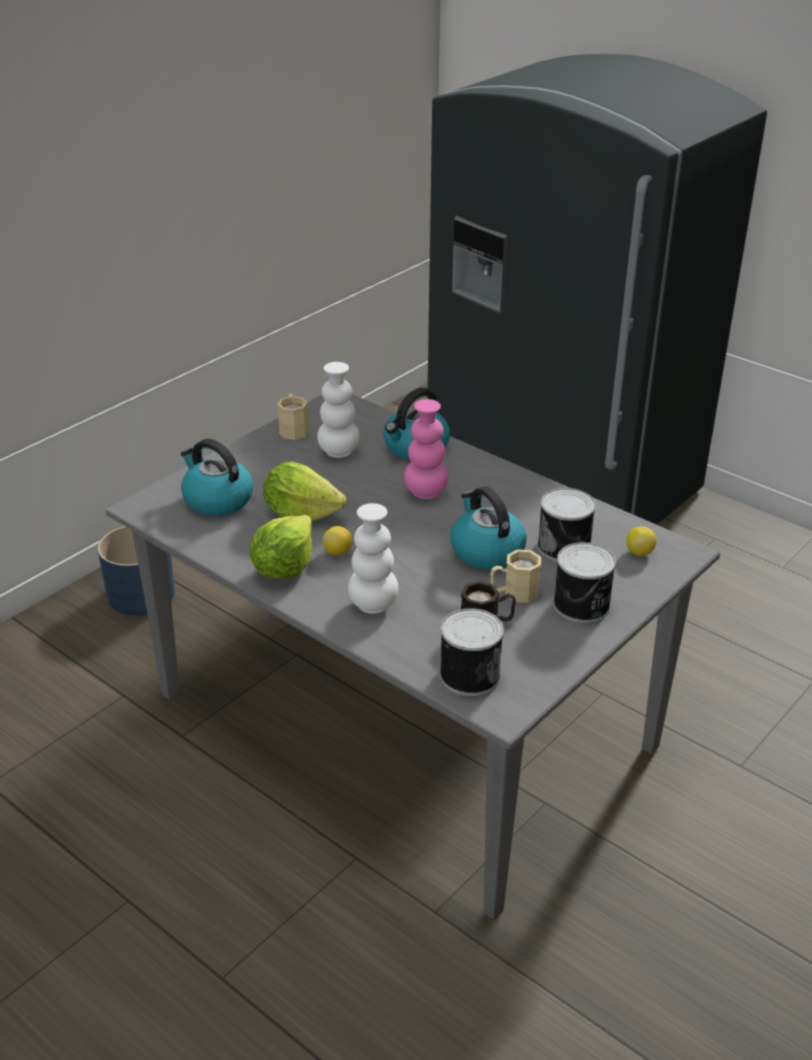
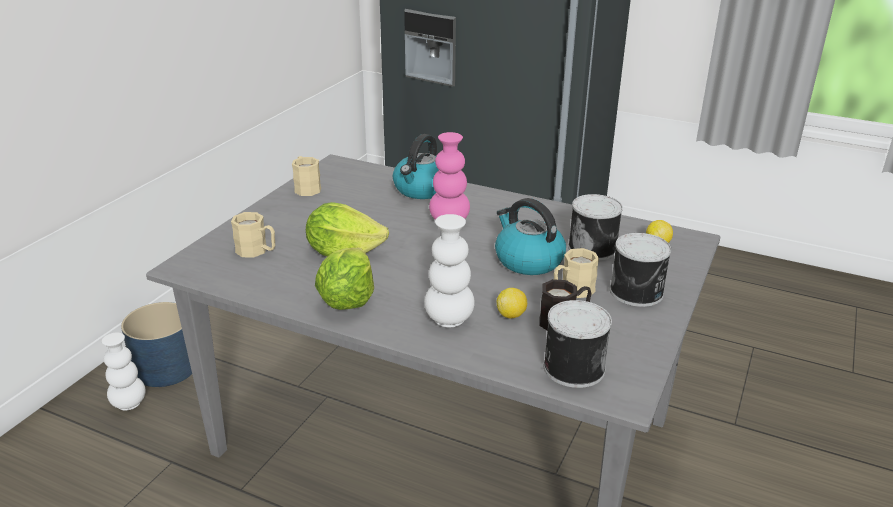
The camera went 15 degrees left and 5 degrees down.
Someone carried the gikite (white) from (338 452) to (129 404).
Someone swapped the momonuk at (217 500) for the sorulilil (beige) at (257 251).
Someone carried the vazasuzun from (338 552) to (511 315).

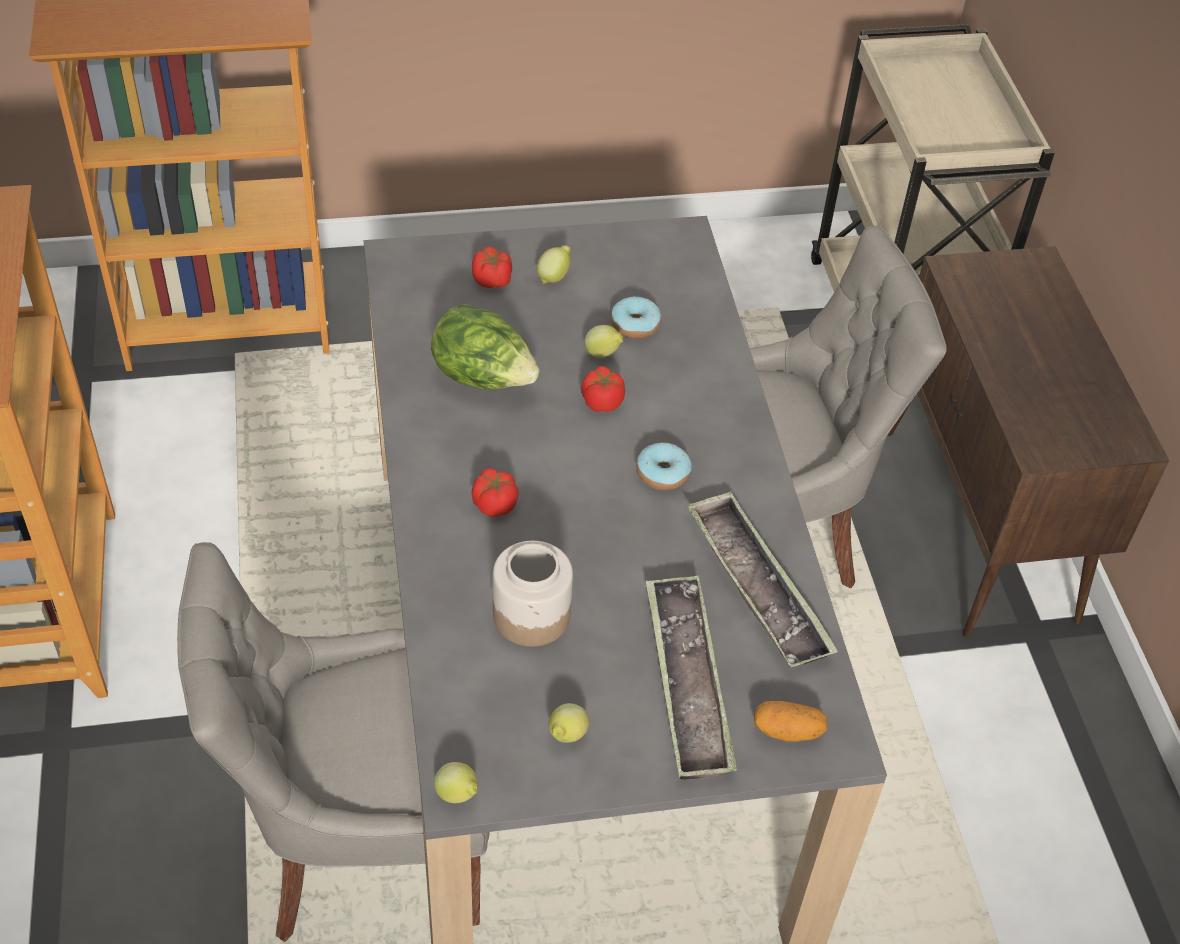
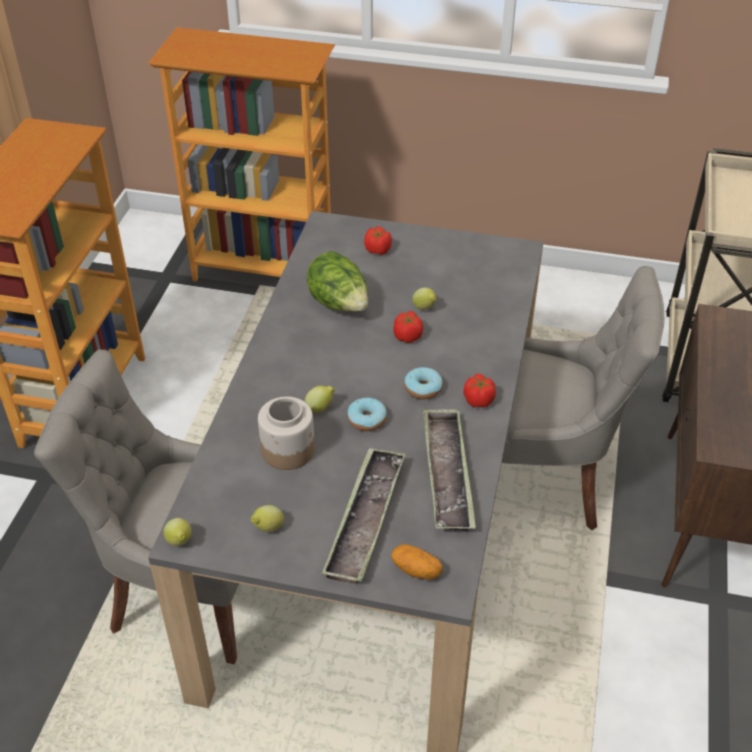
The camera went 25 degrees right and 5 degrees down.
Someone carried the vazasuzun from (554 277) to (320 408).
Someone carried the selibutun from (635 325) to (367 420).
Someone carried the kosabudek from (494 504) to (478 400).

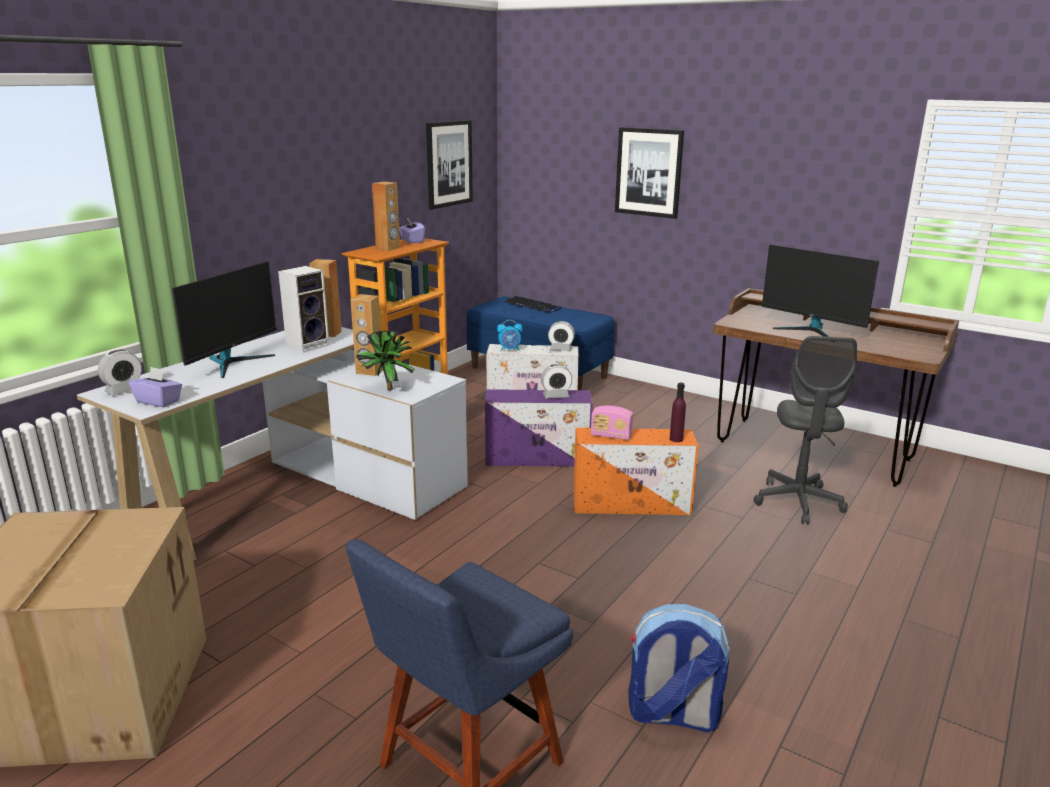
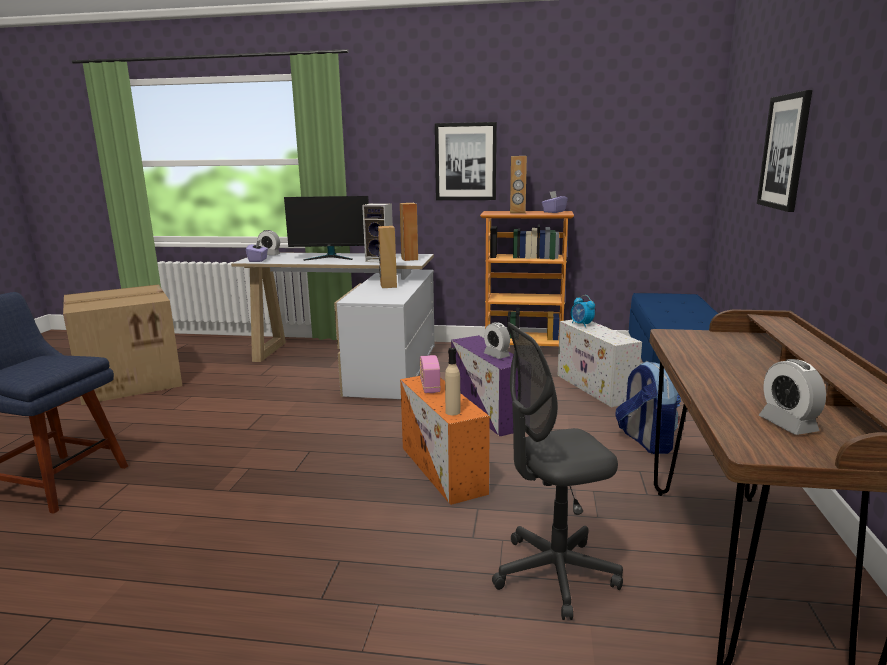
The camera went 65 degrees right and 5 degrees down.
Someone carried the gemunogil from (449 164) to (465 161).
Someone repainted the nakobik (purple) at (676 439), which became the nakobik (beige) at (452 412).
Someone carried the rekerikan from (672 715) to (645 441).
Someone carried the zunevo from (561 349) to (787 424).
Someone took away the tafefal at (385 389).
Someone took away the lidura at (532 305).
Someone took away the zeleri at (811 331).

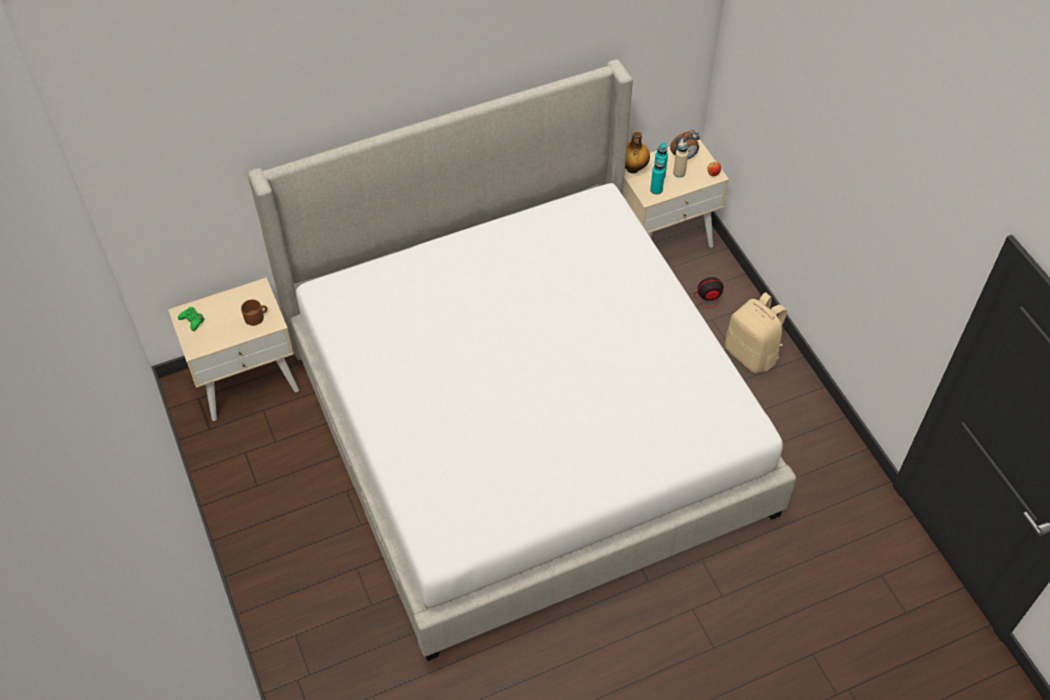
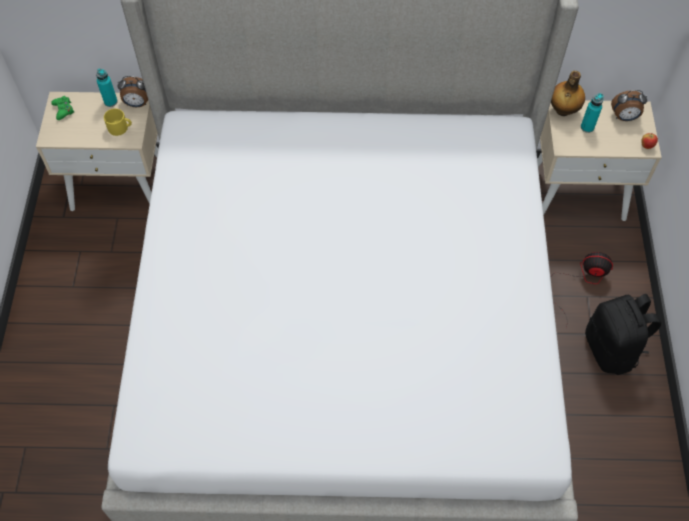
The camera went 25 degrees right and 5 degrees up.
Someone carried the nakobik (turquoise) from (656 190) to (110 101).
Someone repainted the sorulilil (brown) at (256 317), which became the sorulilil (yellow) at (120 128).
Someone put down the zunevo at (137 104).
Someone repainted the rekerikan (beige) at (752 354), which became the rekerikan (black) at (611 349).
Someone took away the nakobik (beige) at (679 173).

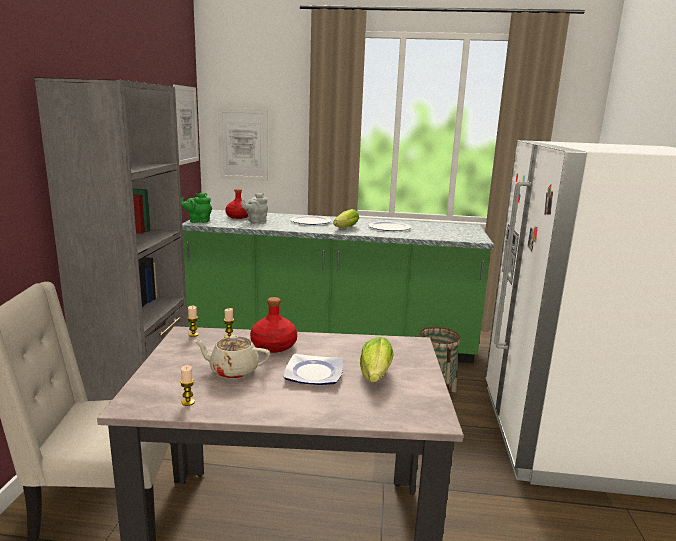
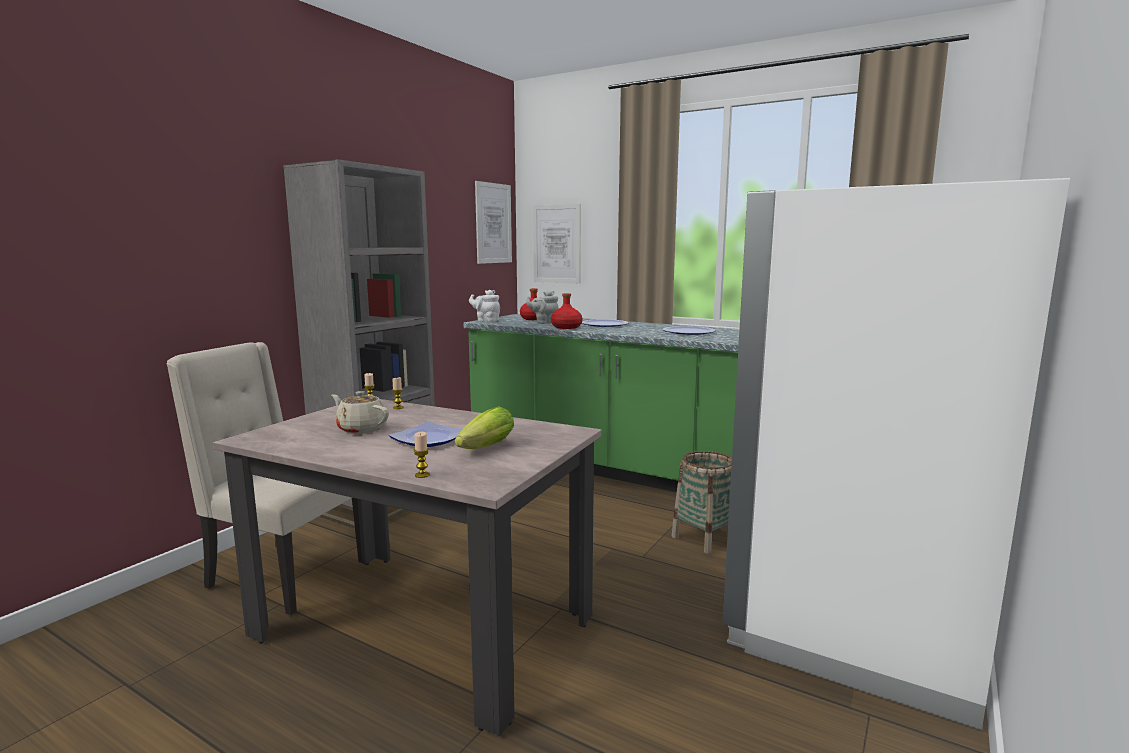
The camera went 25 degrees right and 5 degrees down.
Someone carried the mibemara from (188 402) to (422 475).
Someone repainted the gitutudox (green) at (198 221), which became the gitutudox (white) at (486 320).
Someone carried the nakobik (red) from (274 345) to (566 327).
Someone took away the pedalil at (344 228).

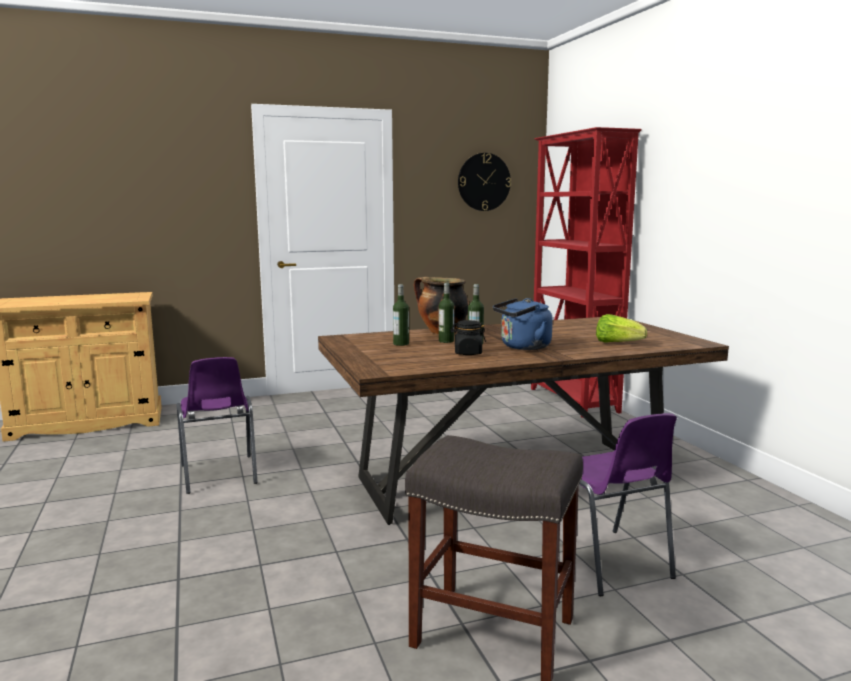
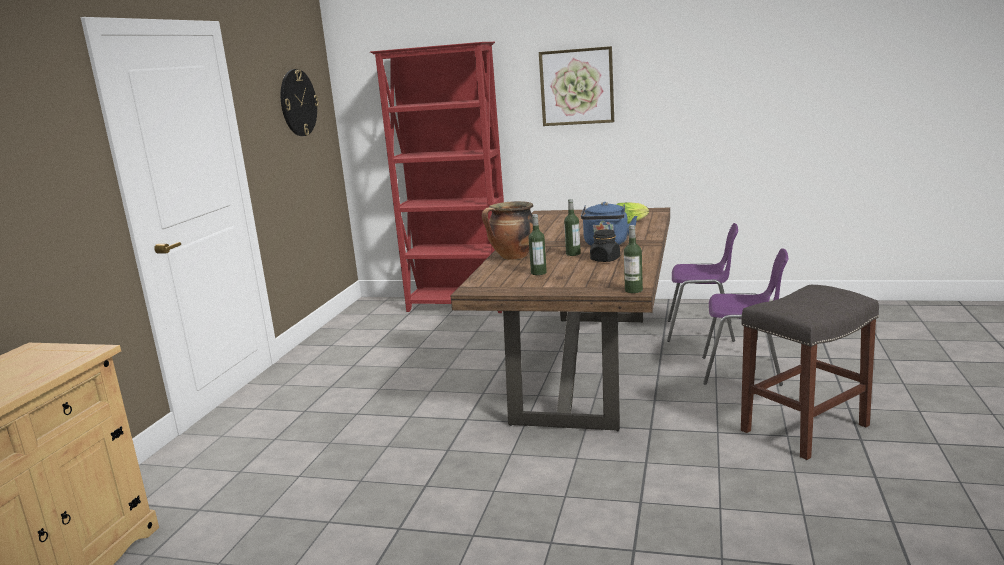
The camera went 55 degrees left and 5 degrees up.
Someone put up the gemunogil at (577 87).
Someone carried the nakobik from (446 341) to (633 290).
Someone carried the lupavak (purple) from (219 475) to (702 331).

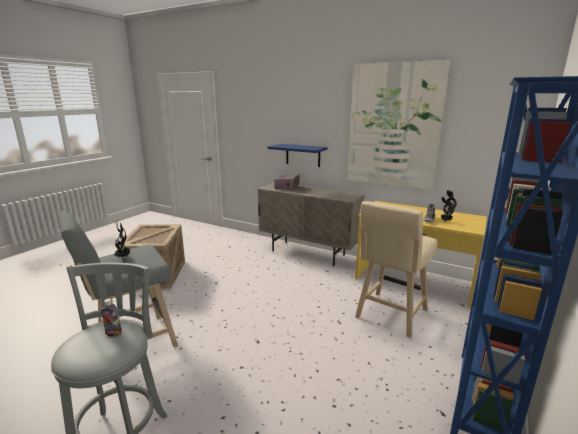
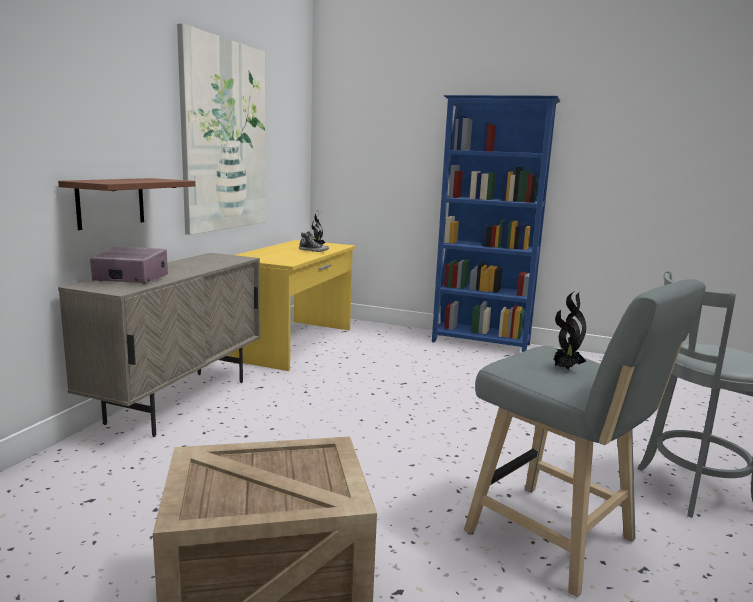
The camera went 100 degrees left and 5 degrees down.
Someone repainted the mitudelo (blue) at (303 155), which became the mitudelo (brown) at (111 202).
Someone took away the nakobik at (113 333).
Someone took away the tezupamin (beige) at (390 316).

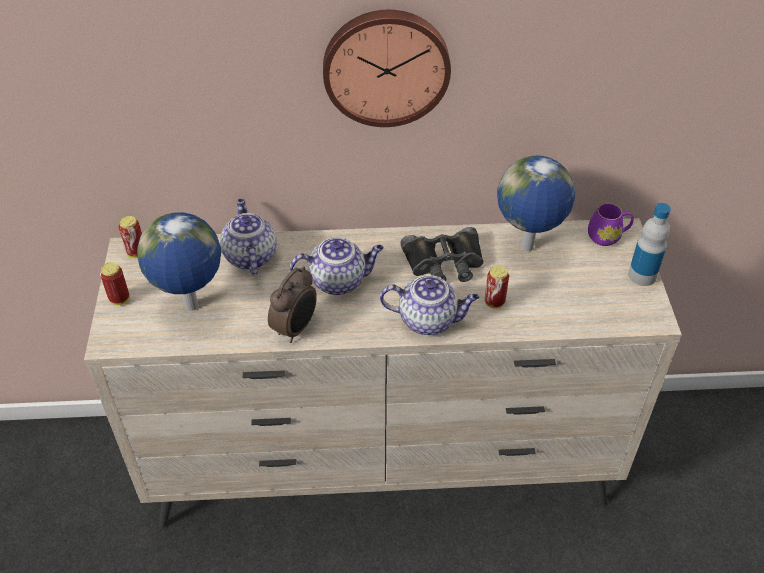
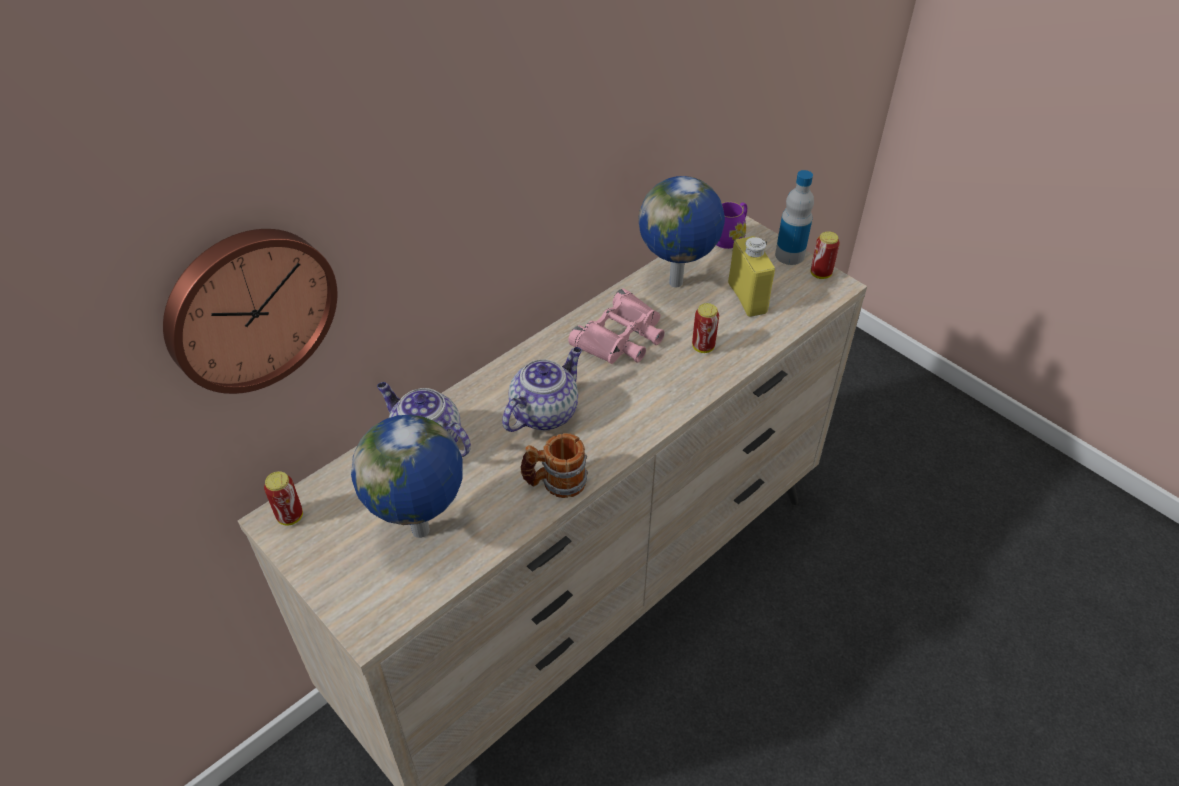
The camera went 40 degrees left and 0 degrees up.
Someone carried the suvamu from (386 66) to (248 307).
Someone swapped the zunevo at (296 328) for the sorulilil at (555 482).
Someone repainted the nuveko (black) at (444 262), which became the nuveko (pink) at (622 337).
Someone put down the nakobik (yellow) at (747 298).
Someone carried the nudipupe from (119 299) to (820 274).
Someone took away the gitutudox at (429 320).

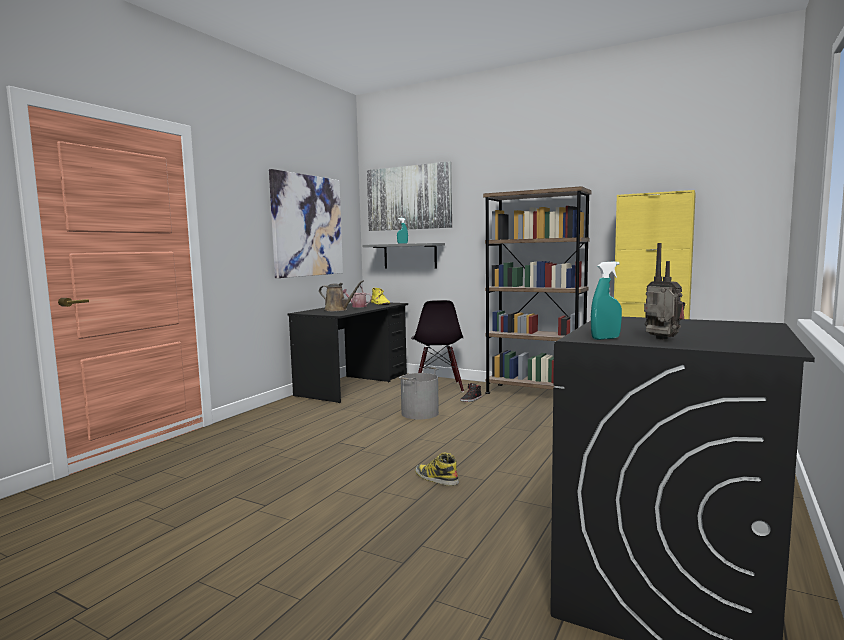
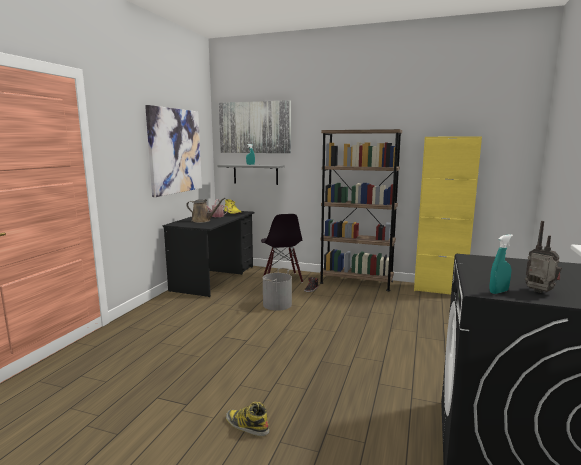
The camera went 10 degrees left and 5 degrees up.
Someone carried the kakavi from (436 478) to (246 425).

